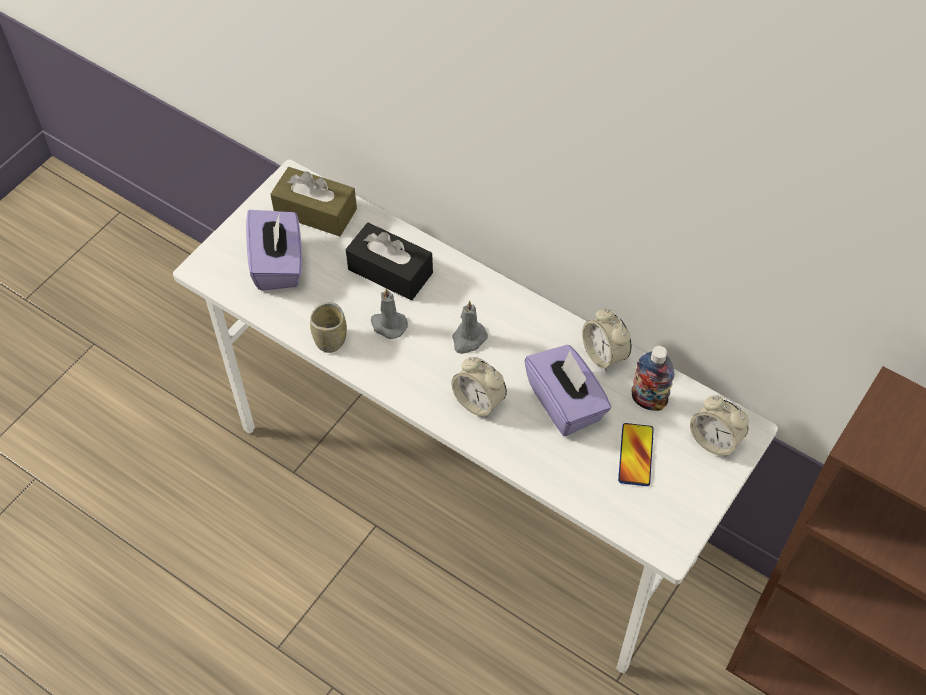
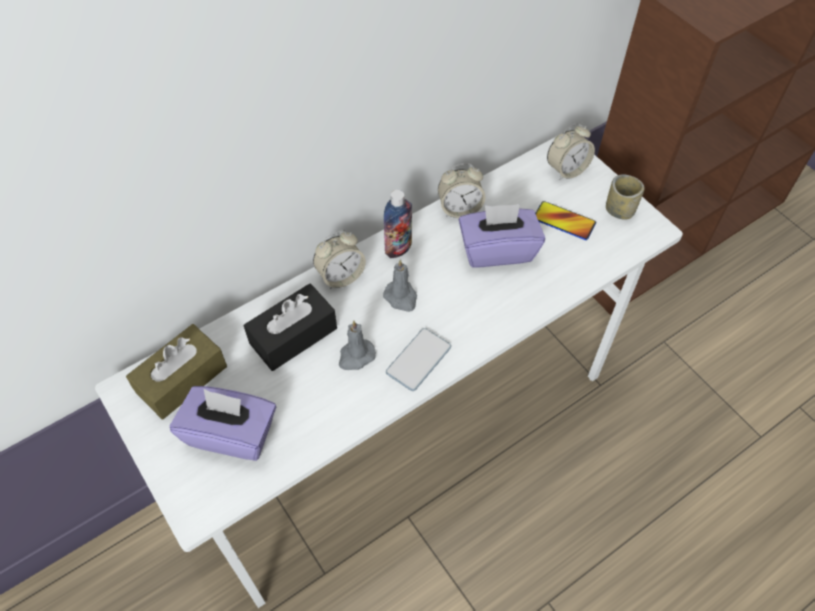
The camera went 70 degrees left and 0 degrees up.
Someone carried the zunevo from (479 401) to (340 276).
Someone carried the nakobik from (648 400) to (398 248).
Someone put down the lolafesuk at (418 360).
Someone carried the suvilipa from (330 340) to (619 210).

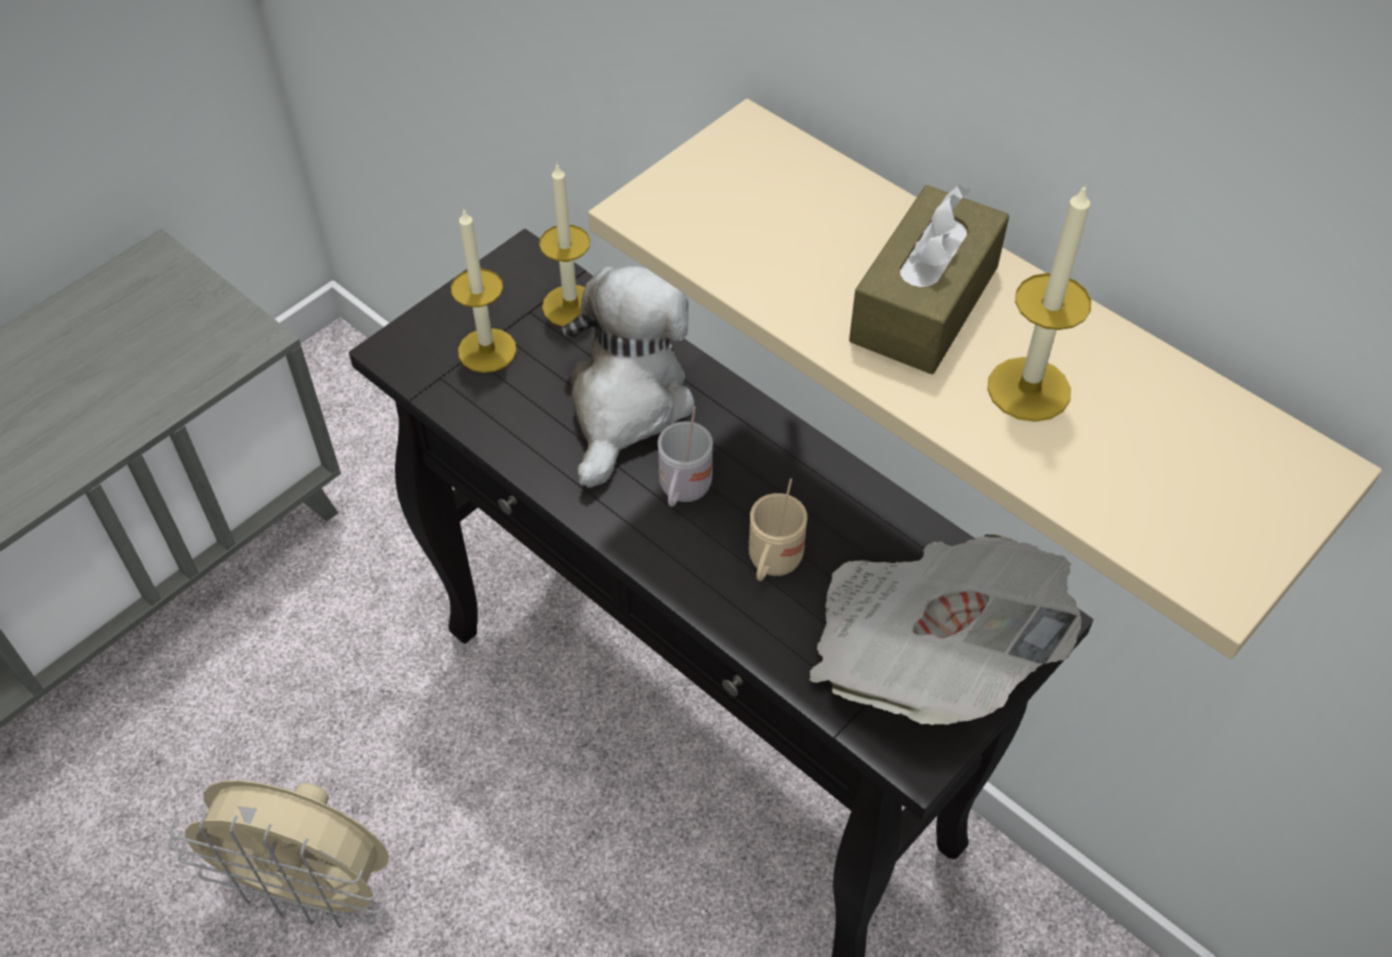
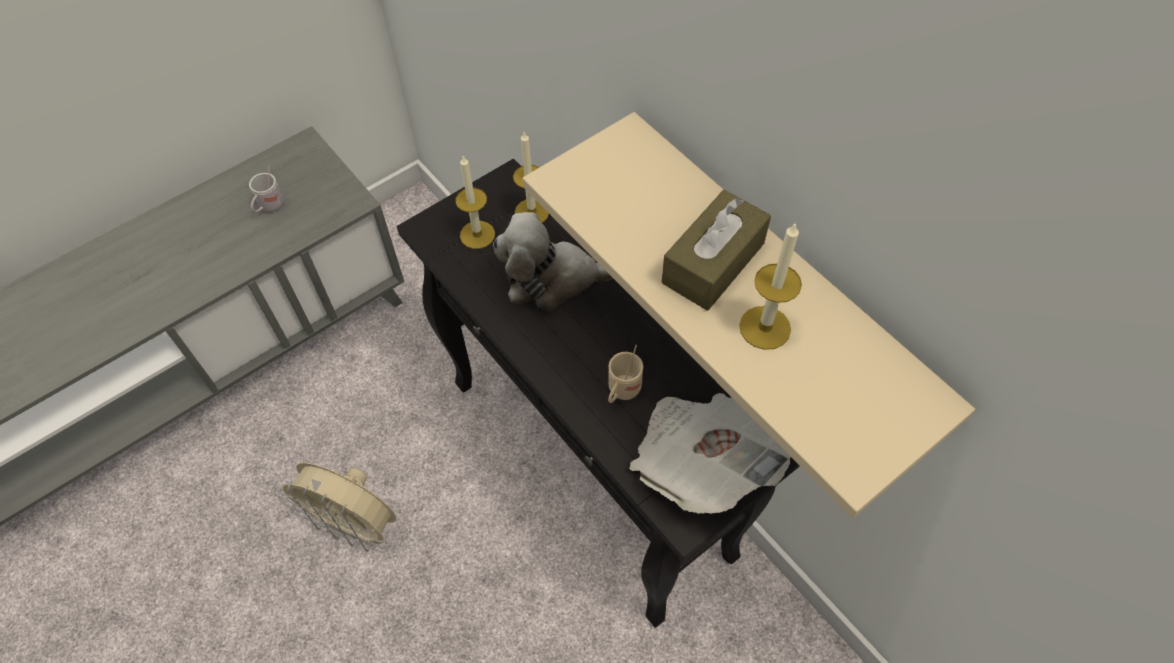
The camera went 10 degrees right and 5 degrees up.
Someone carried the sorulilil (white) from (683 492) to (270 207).
Someone rotated the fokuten at (626 404) by 120 degrees counterclockwise.

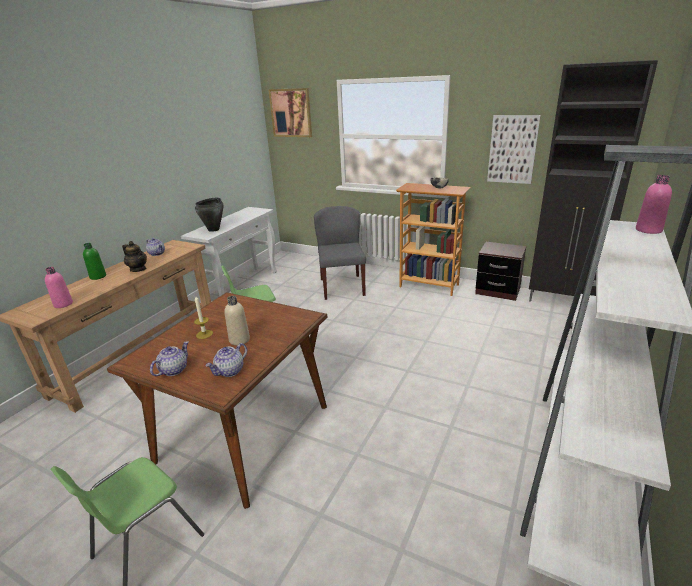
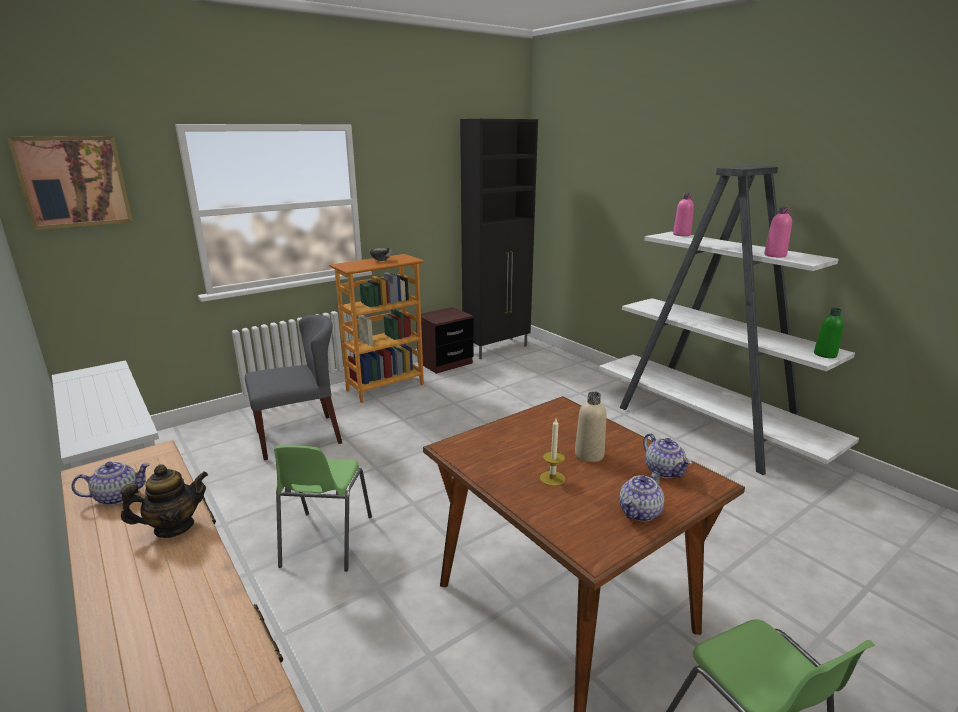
The camera went 65 degrees left and 5 degrees down.
Someone rotated the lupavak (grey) at (342 287) by 135 degrees clockwise.
Someone rotated the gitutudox at (173 370) by 105 degrees counterclockwise.
Someone carried the nakobik (pink) from (63 304) to (775 255).
Someone carried the nakobik (green) from (98 276) to (825 354).
Someone took away the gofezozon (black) at (214 229).
Someone took away the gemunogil at (512 149).

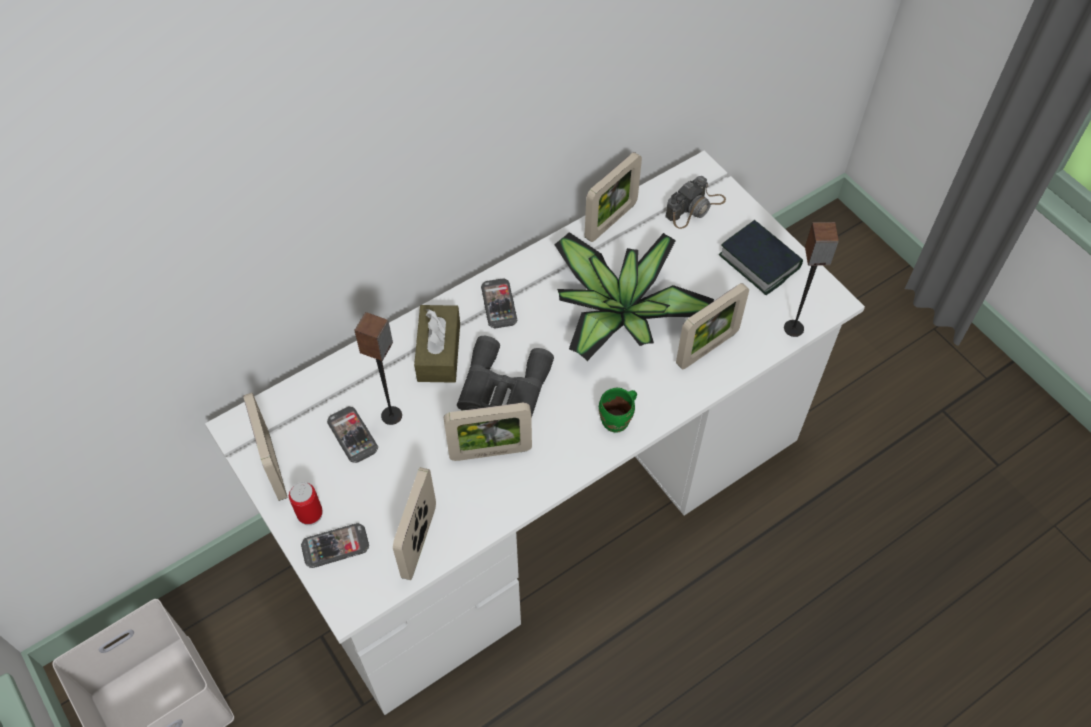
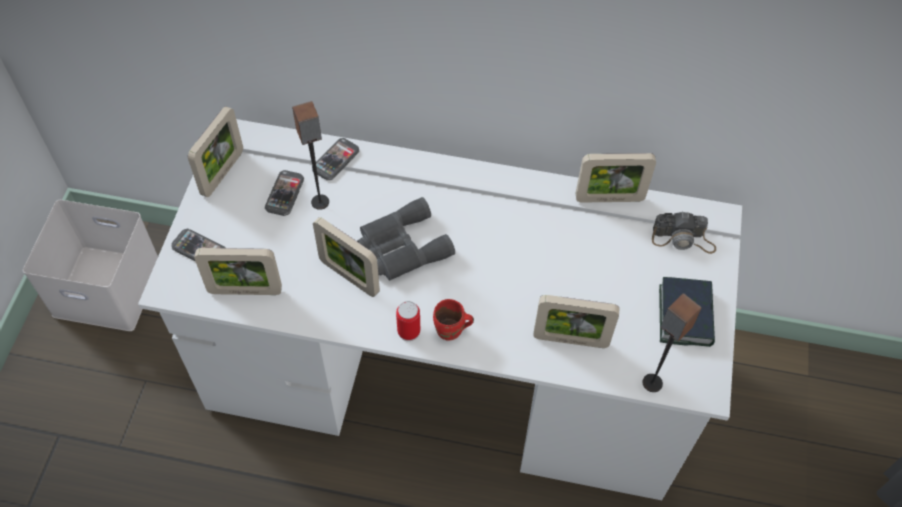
The camera went 45 degrees right and 0 degrees up.
Someone rotated the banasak at (419 542) by 150 degrees counterclockwise.
Someone carried the lolafesuk from (499 304) to (335 160).
Someone carried the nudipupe from (310 514) to (408 331).
Someone repainted the sorulilil (green) at (618 421), which became the sorulilil (red) at (451 331).
Someone took away the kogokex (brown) at (439 352).
Someone took away the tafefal at (620 315).

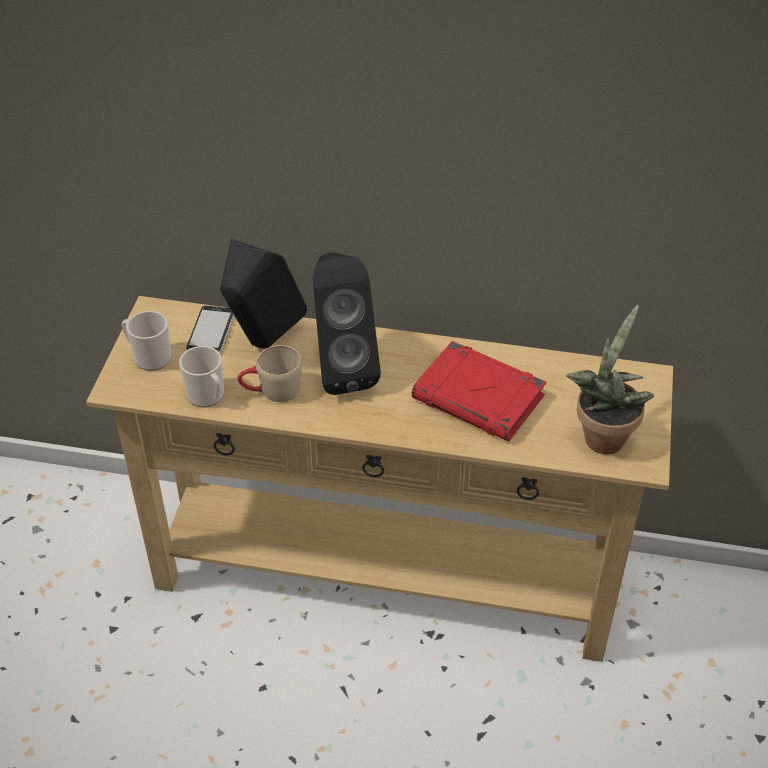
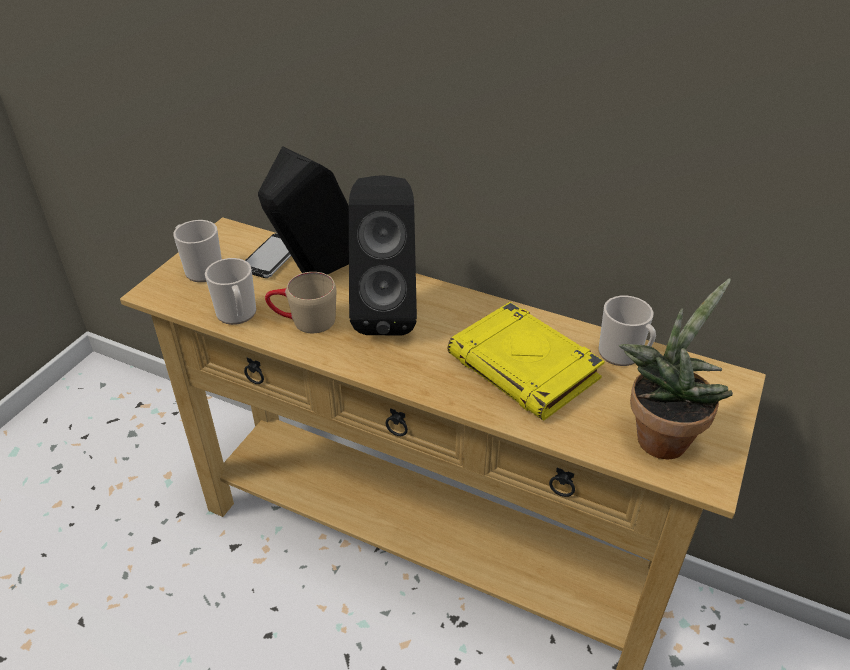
The camera went 15 degrees right and 5 degrees down.
Someone repainted the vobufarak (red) at (479 398), which became the vobufarak (yellow) at (525 368).
Someone put down the sorulilil at (623 355).

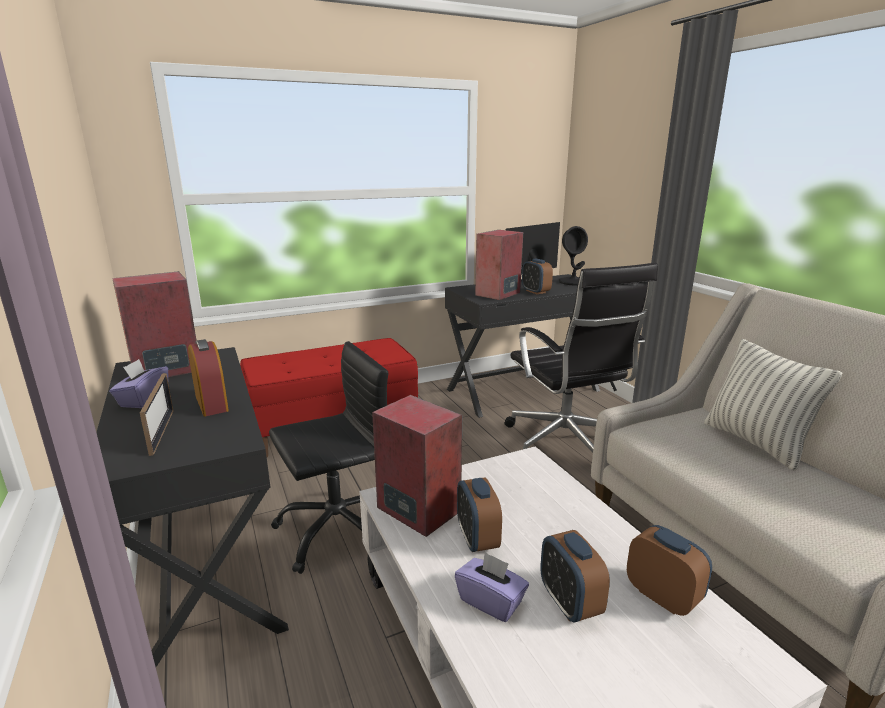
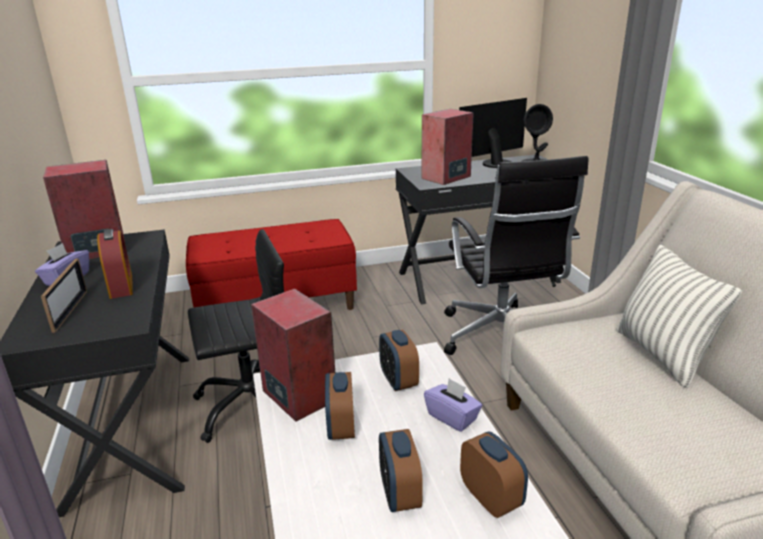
The camera went 10 degrees right and 5 degrees up.
Someone carried the zunevo from (535 291) to (398 381).
Someone carried the kogokex (purple) from (491 601) to (452 417).

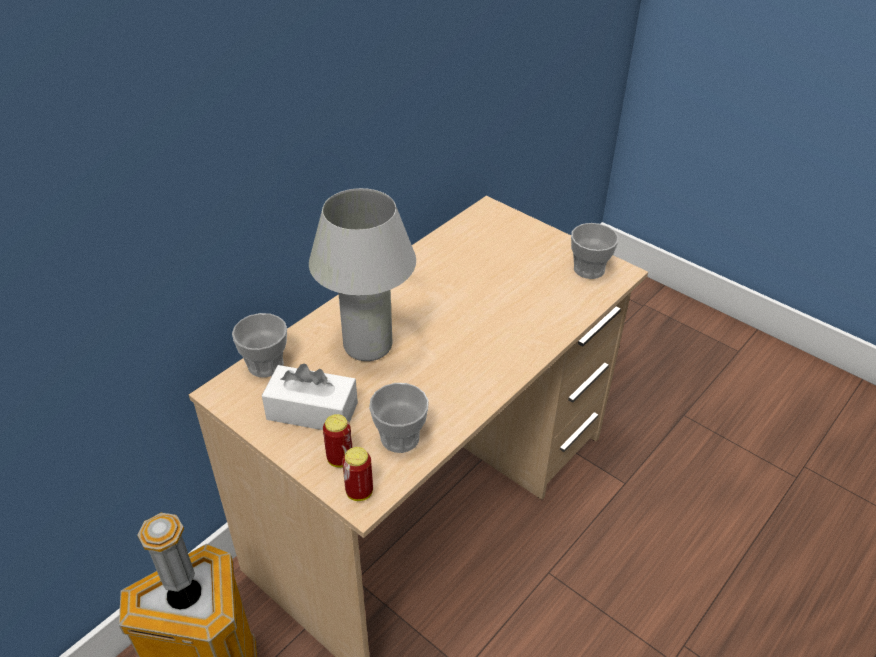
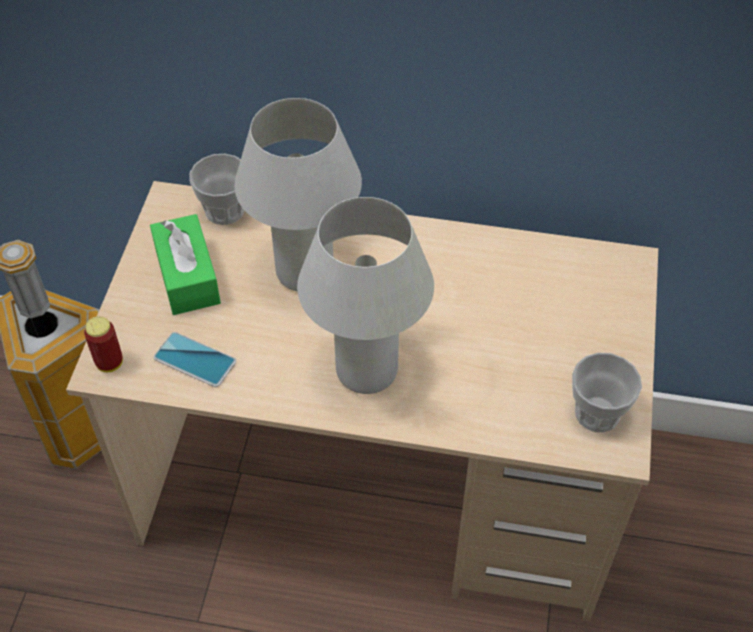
The camera went 60 degrees right and 10 degrees up.
Someone repainted the kogokex (white) at (312 411), which became the kogokex (green) at (187 276).
Someone swapped the suvilipa at (400 438) for the lolafesuk at (195 360).
Someone put down the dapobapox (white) at (366 370).
Someone took away the nudipupe at (340 459).

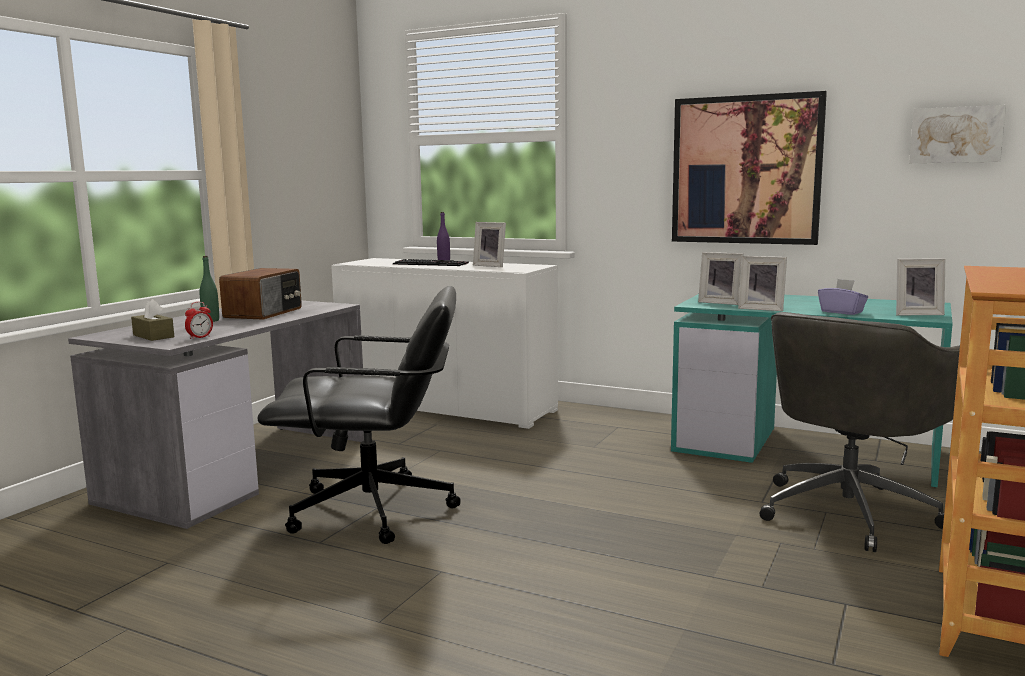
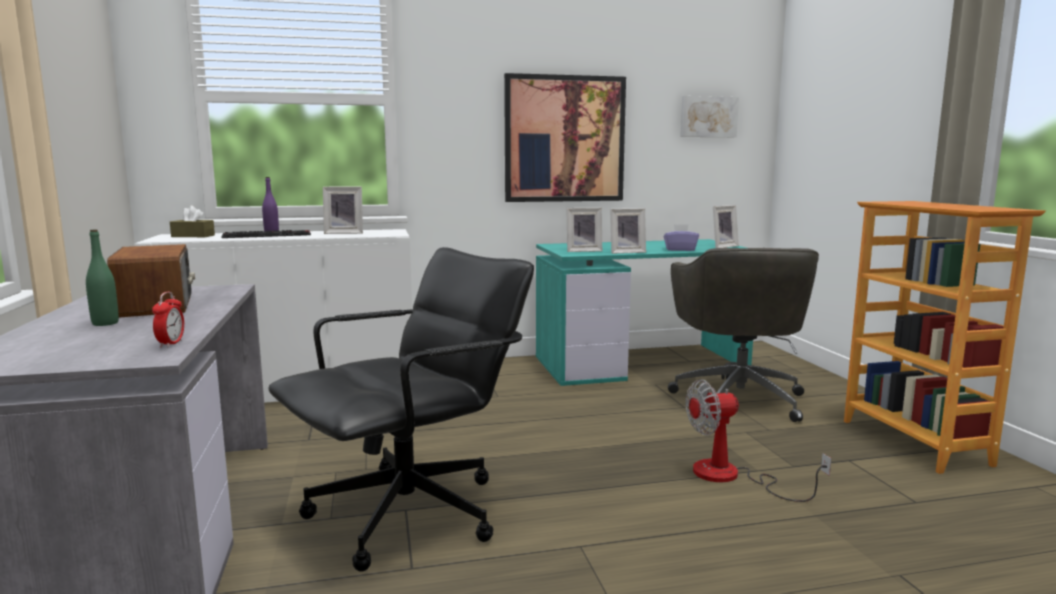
The camera went 40 degrees left and 0 degrees up.
Someone carried the kogokex (brown) from (153 336) to (193 236).
Someone put down the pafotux at (732 477).

